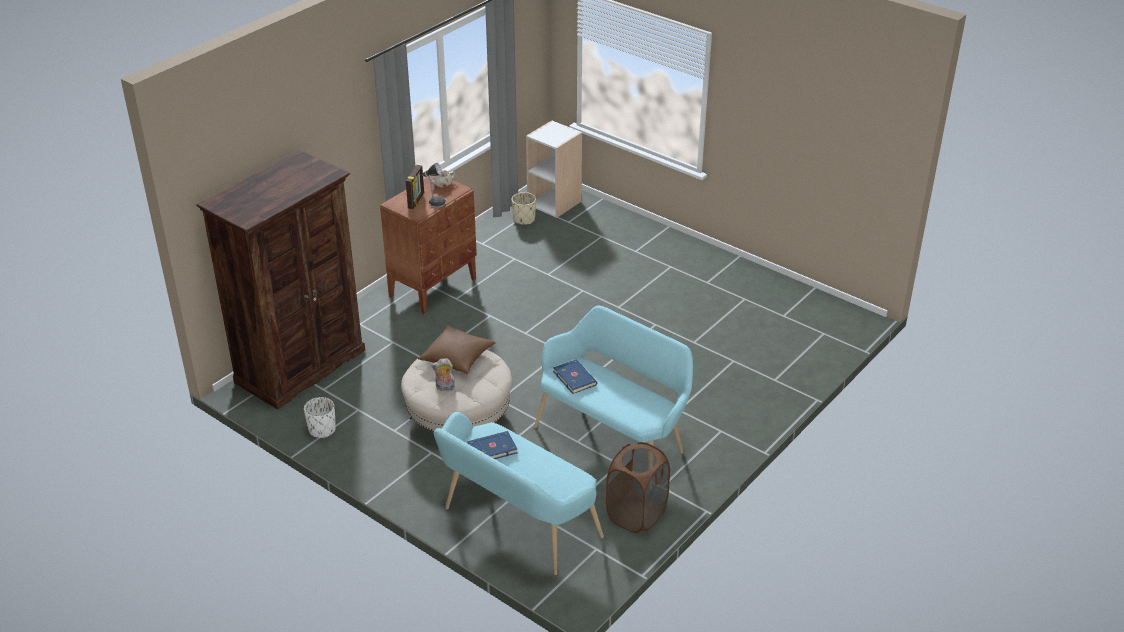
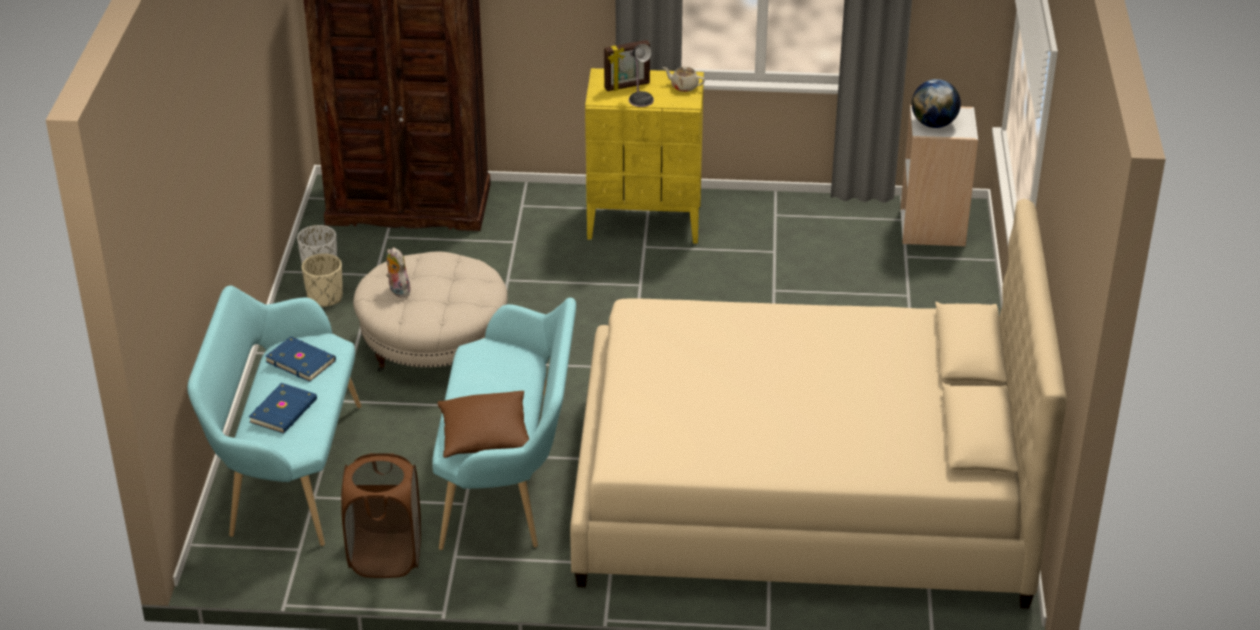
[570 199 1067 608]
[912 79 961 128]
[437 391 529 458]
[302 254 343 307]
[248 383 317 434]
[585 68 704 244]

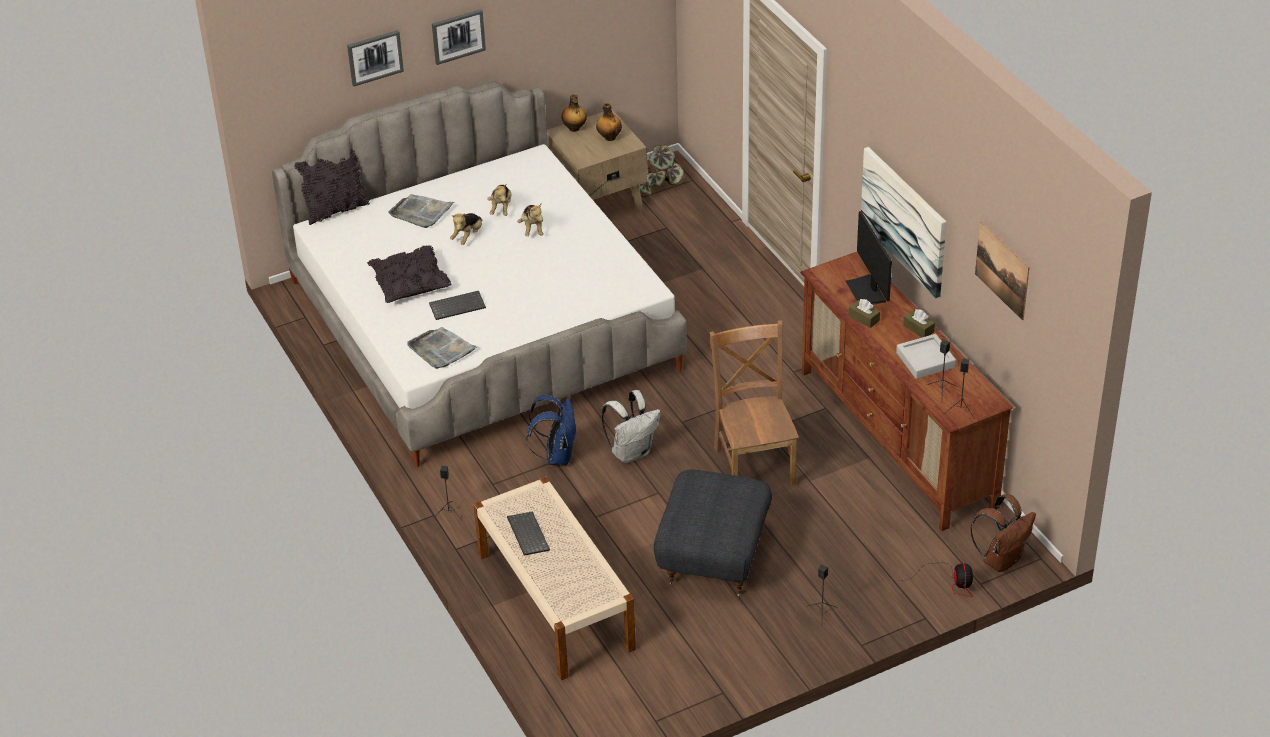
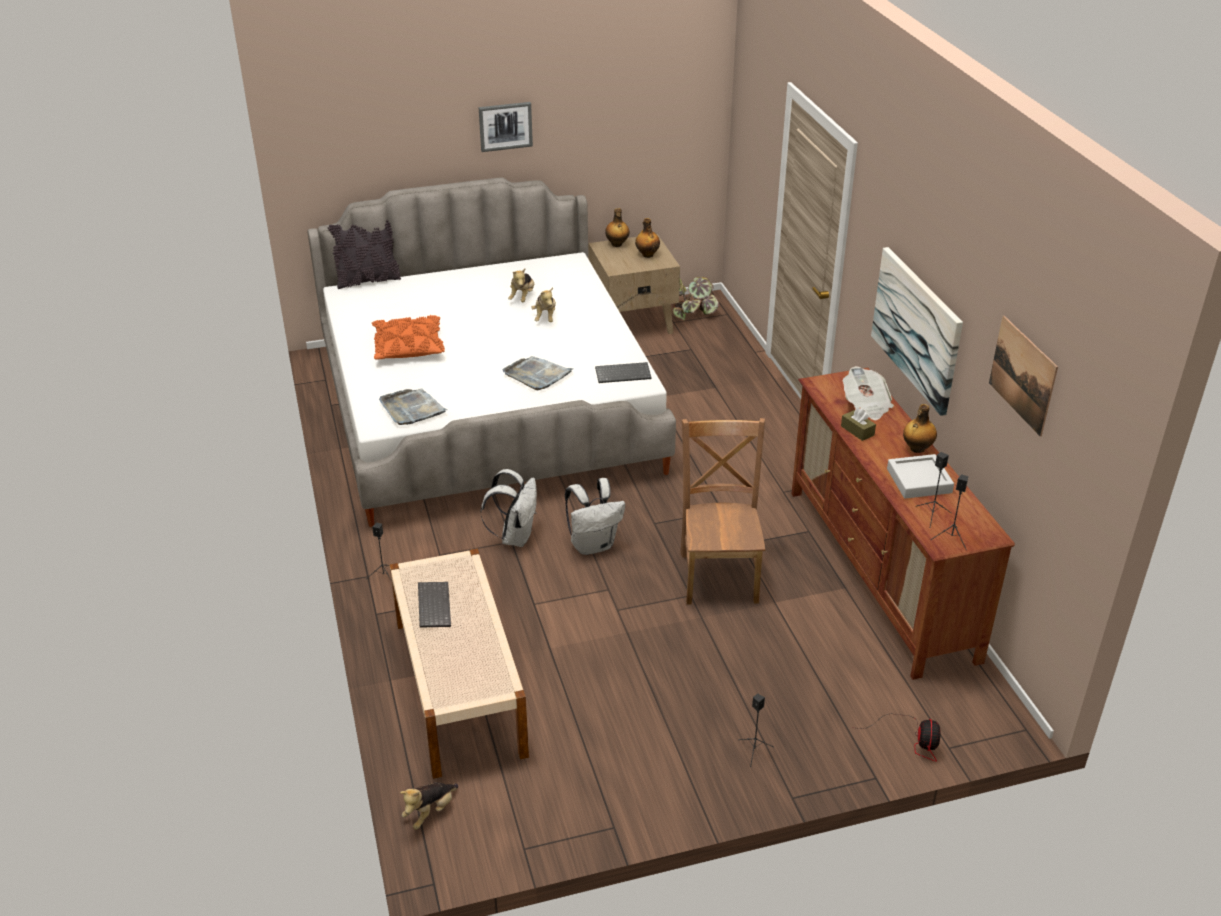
[347 30 404 86] (first image)
[654 469 772 597] (first image)
[970 494 1036 572] (first image)
[502 356 573 390]
[595 362 652 383]
[400 782 458 829]
[843 366 894 420]
[903 404 937 453]
[372 315 445 360]
[481 469 537 547]

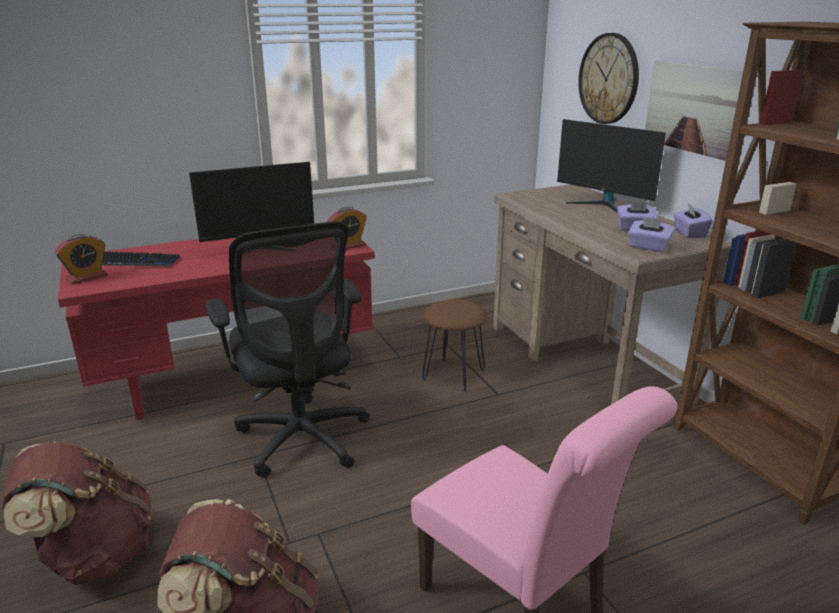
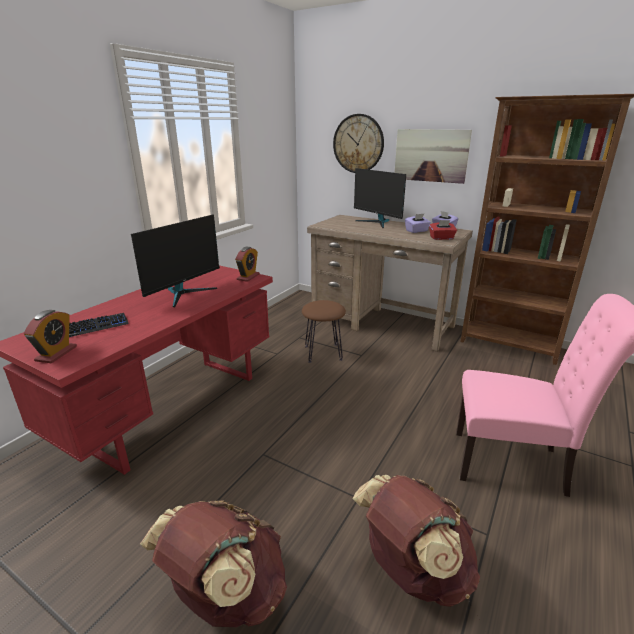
[206 222 370 478] (first image)
[429 220 457 240]
[354 168 406 228]

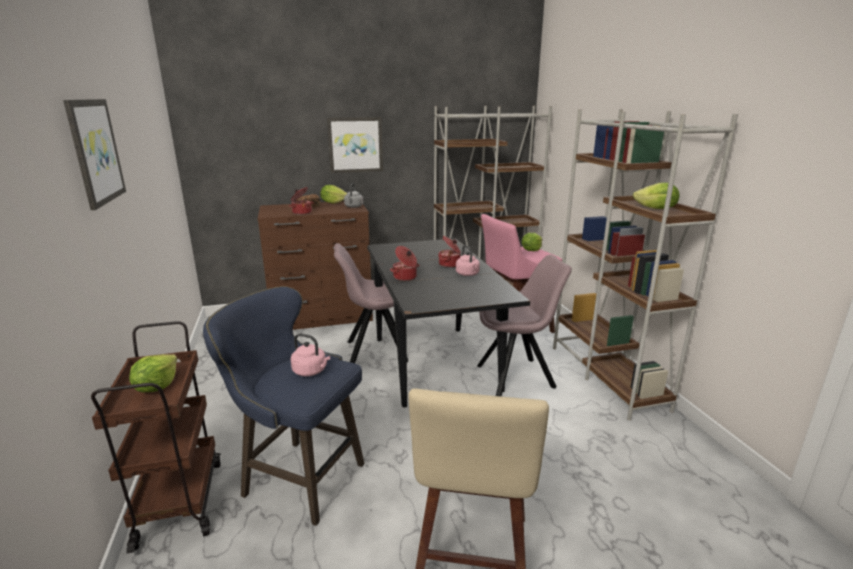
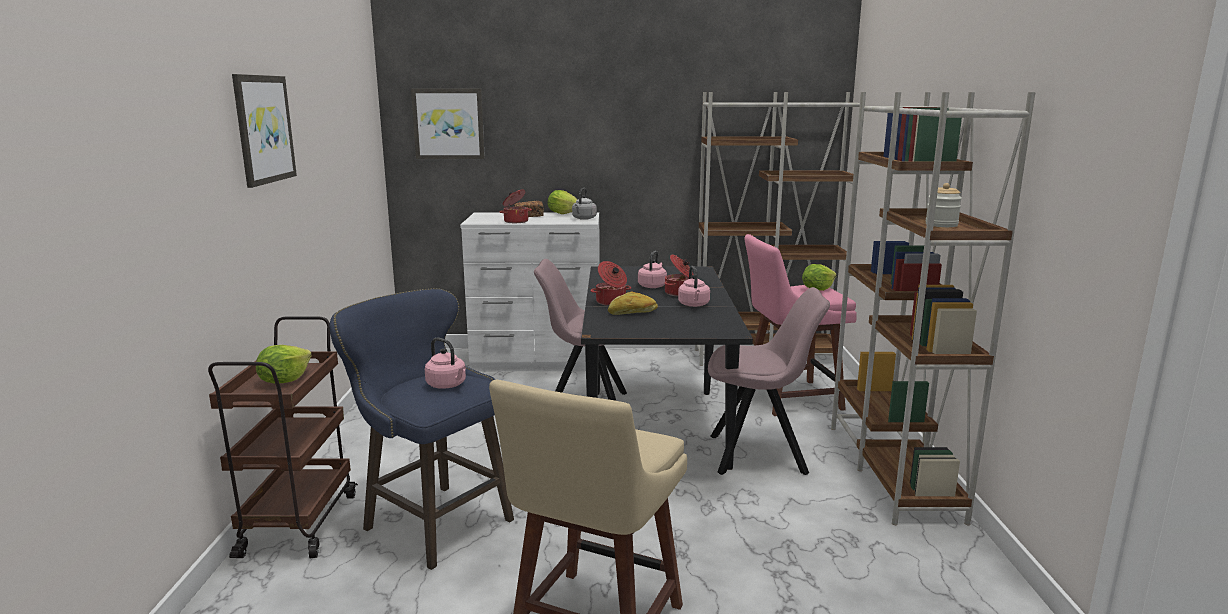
[608 291 658 315]
[638 251 667 288]
[411 88 485 159]
[925 183 962 227]
[460 212 600 371]

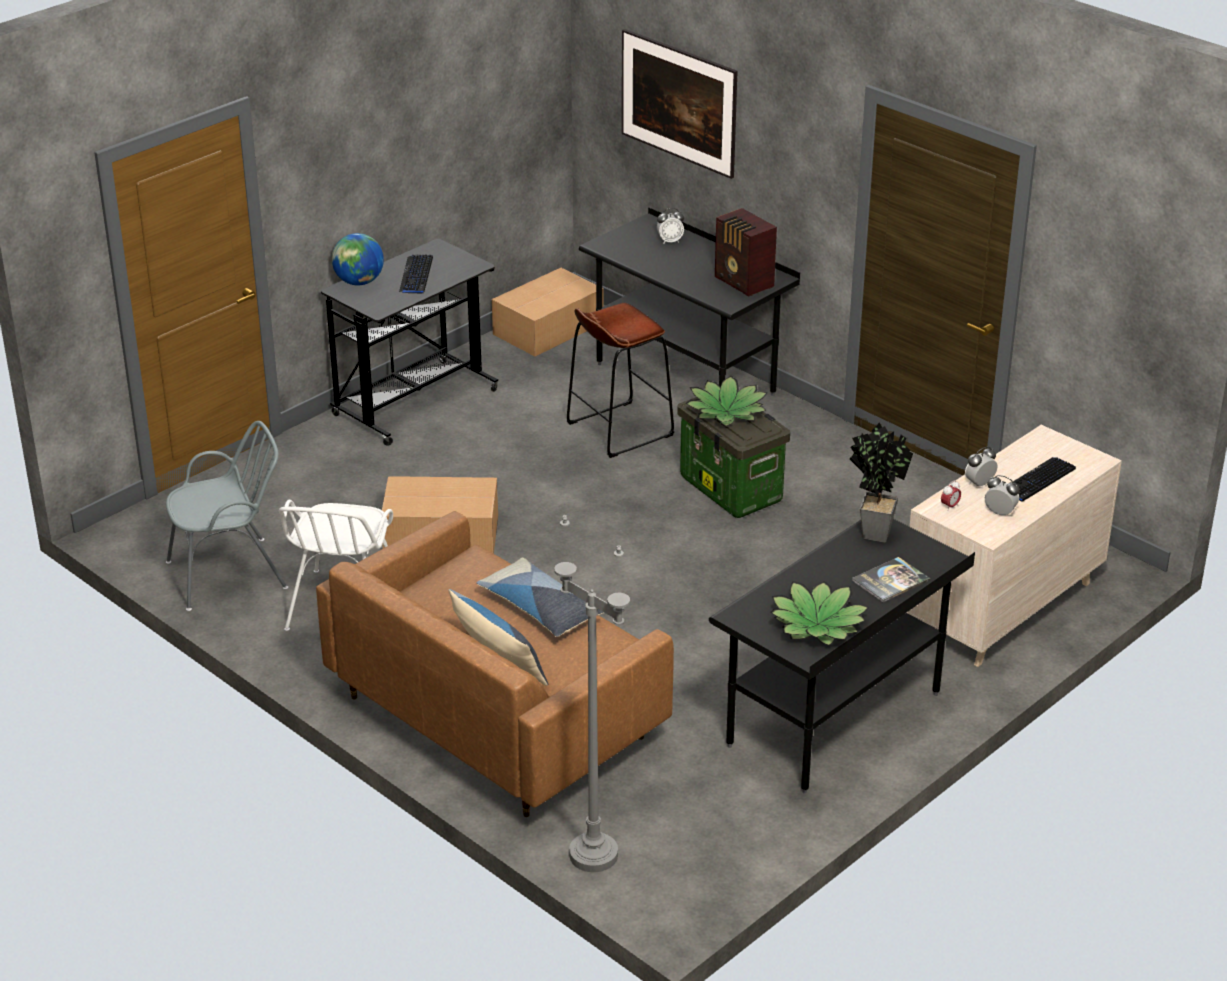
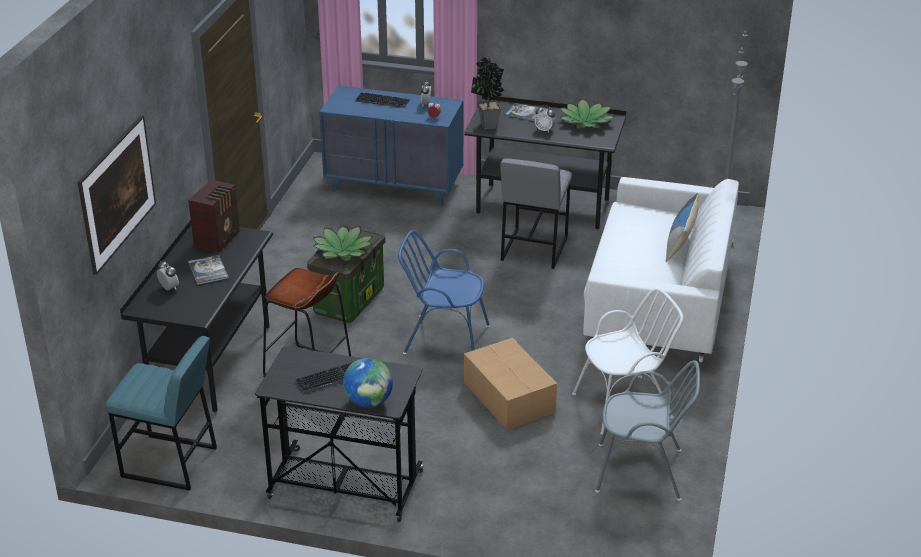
[477 558 604 637] (first image)
[188 255 229 285]
[398 230 490 354]
[500 158 572 269]
[535 105 556 132]
[106 336 217 491]
[583 177 739 362]
[319 86 463 206]
[595 360 700 501]

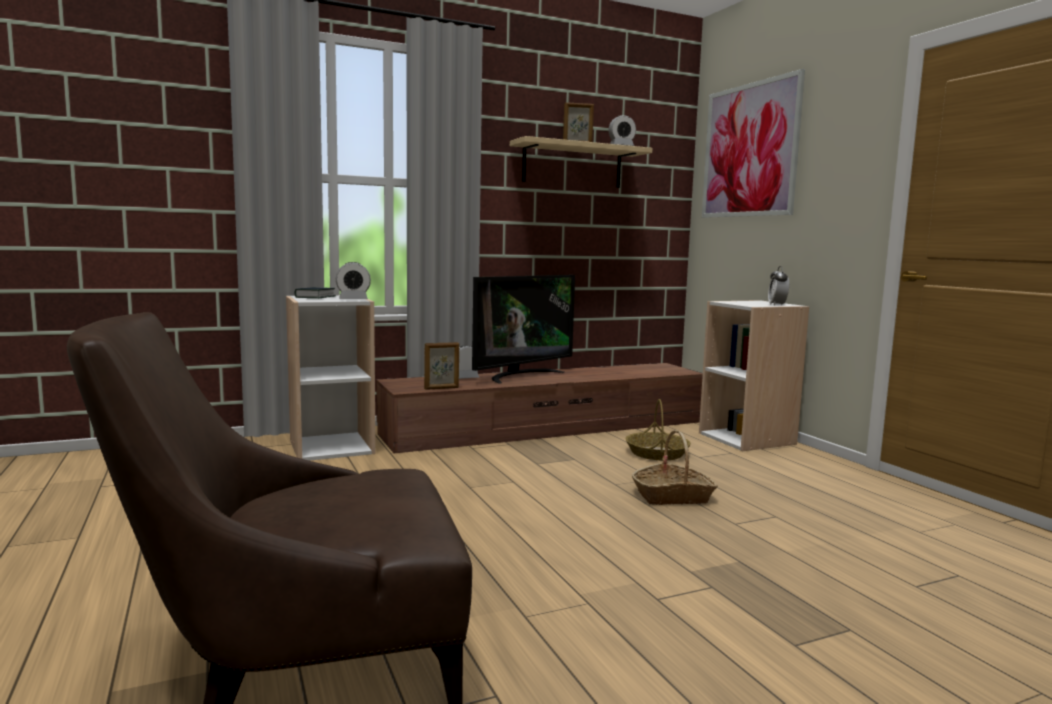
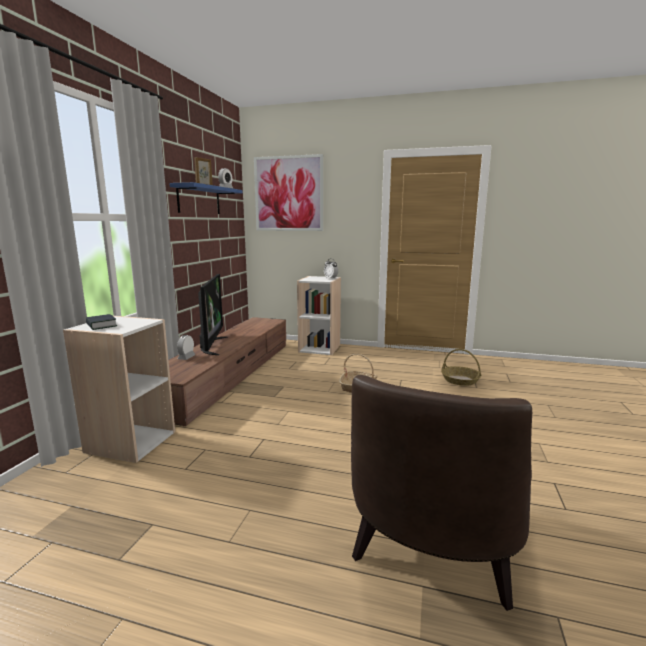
[336 262 371 299] (first image)
[424 342 459 390] (first image)
[441 349 481 386]
[169 182 243 214]

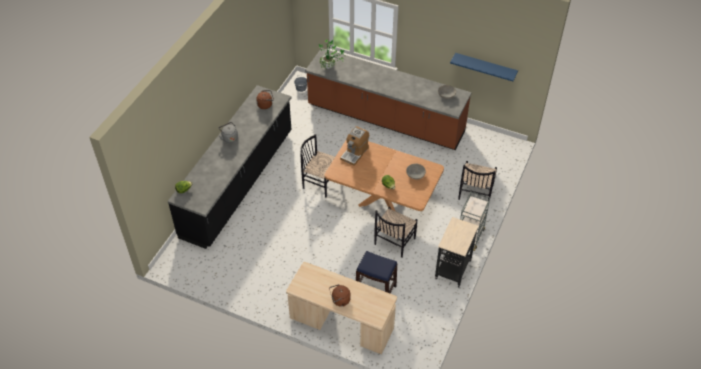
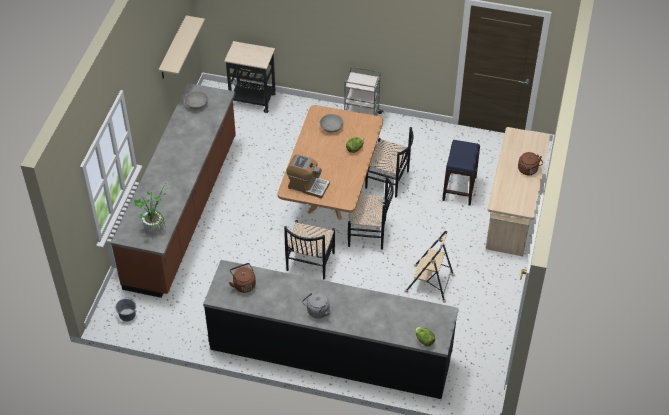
[404 231 455 303]
[224 41 276 113]
[348 176 394 250]
[158 16 205 79]

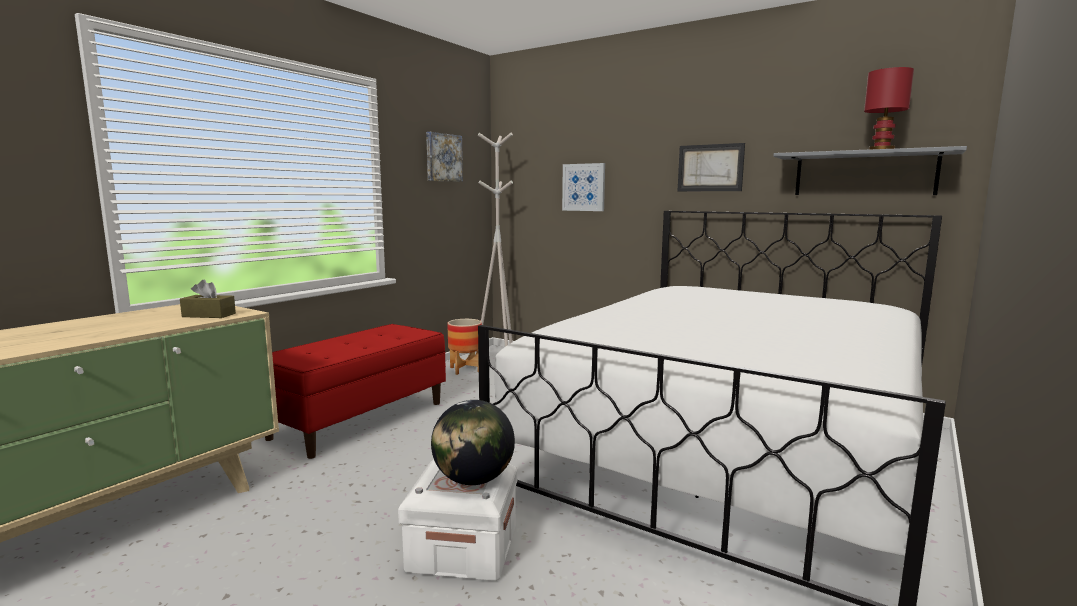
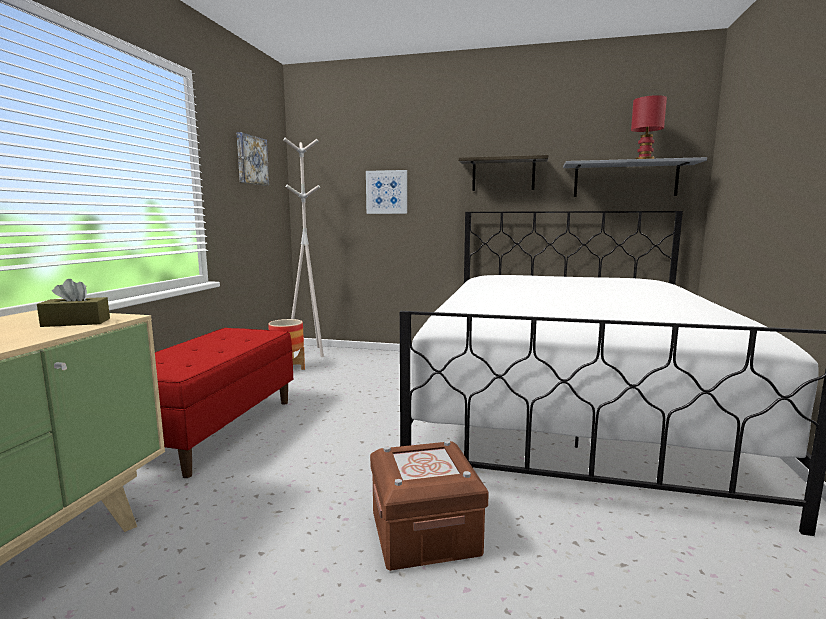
[431 400 515 485] (first image)
[458 155 549 191]
[370 440 489 571]

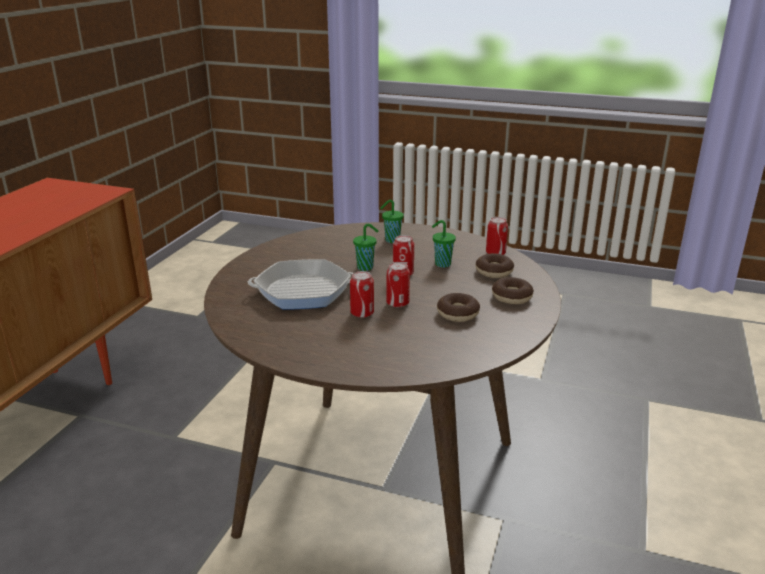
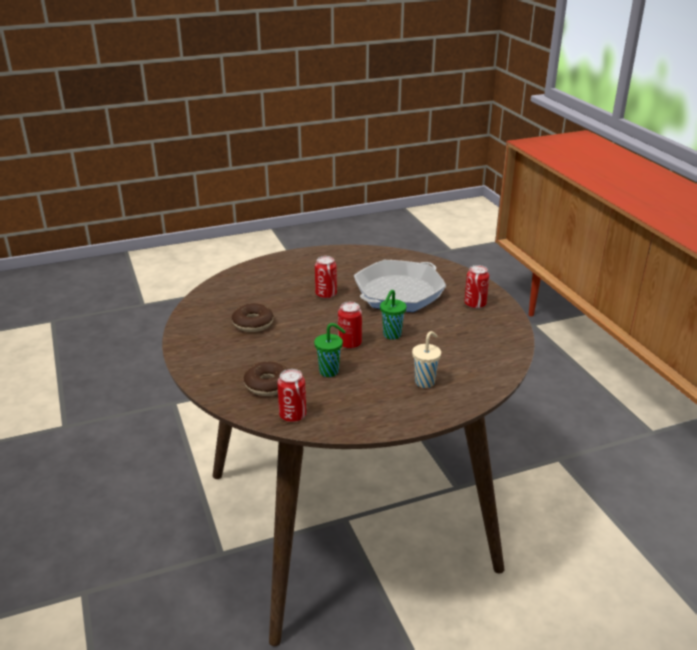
[492 277 534 304] (first image)
[464 265 489 309]
[412 331 441 388]

